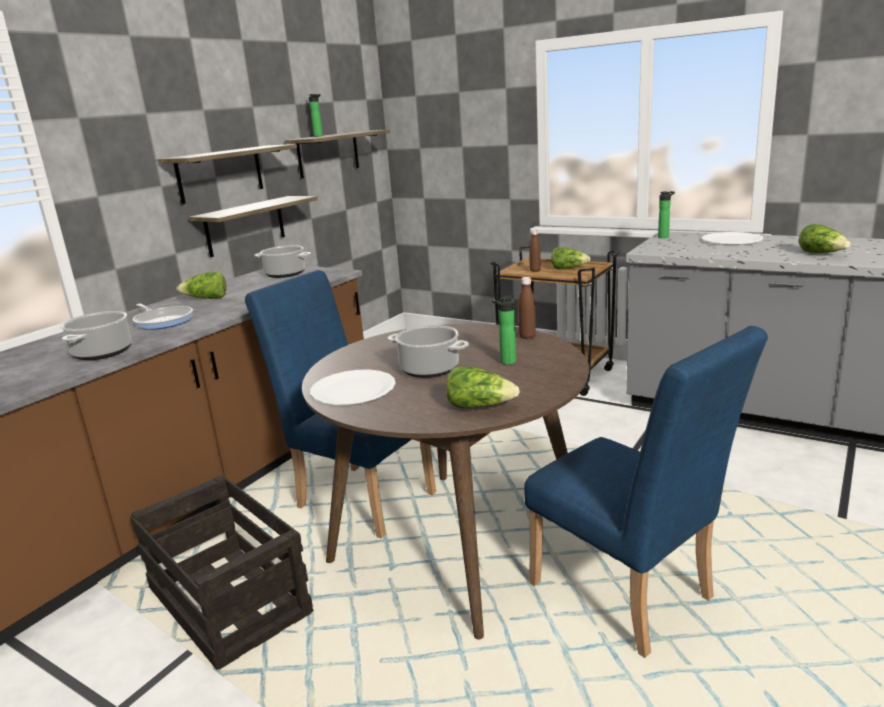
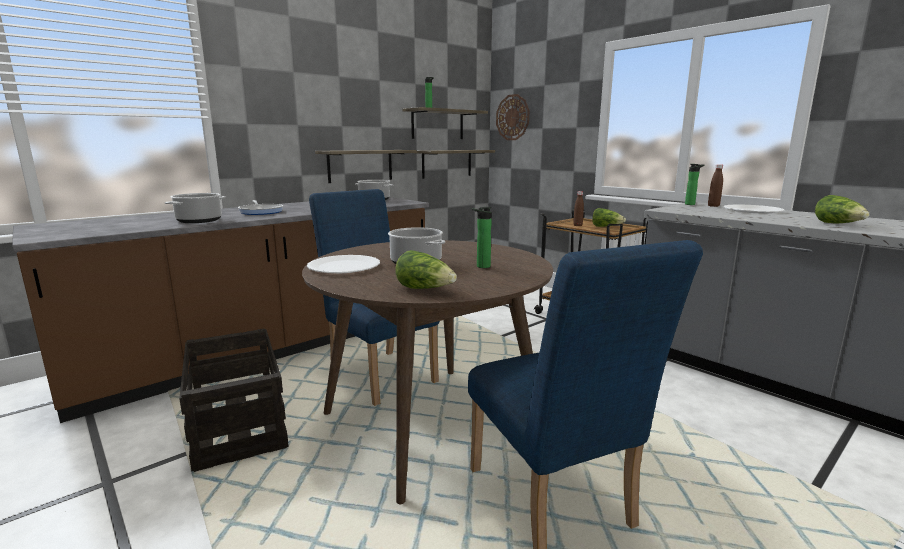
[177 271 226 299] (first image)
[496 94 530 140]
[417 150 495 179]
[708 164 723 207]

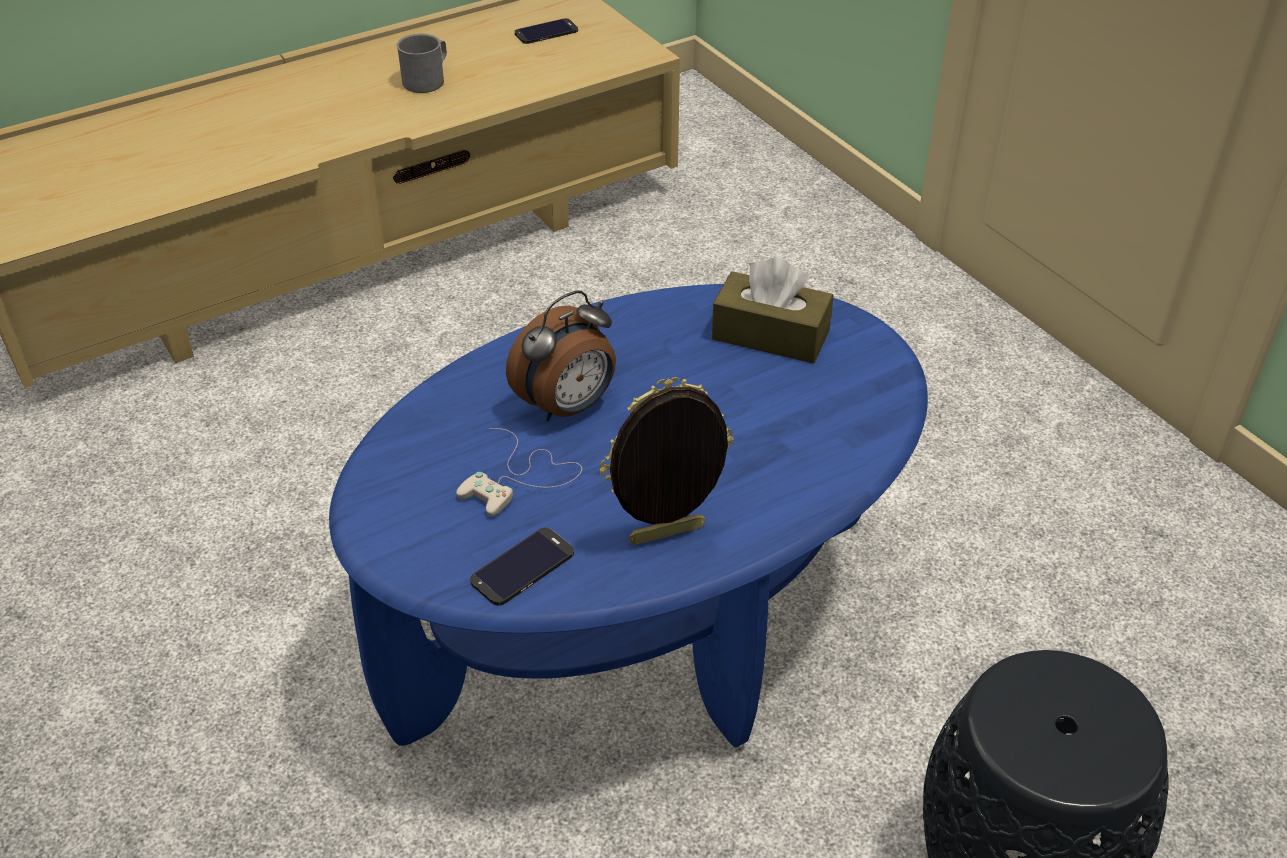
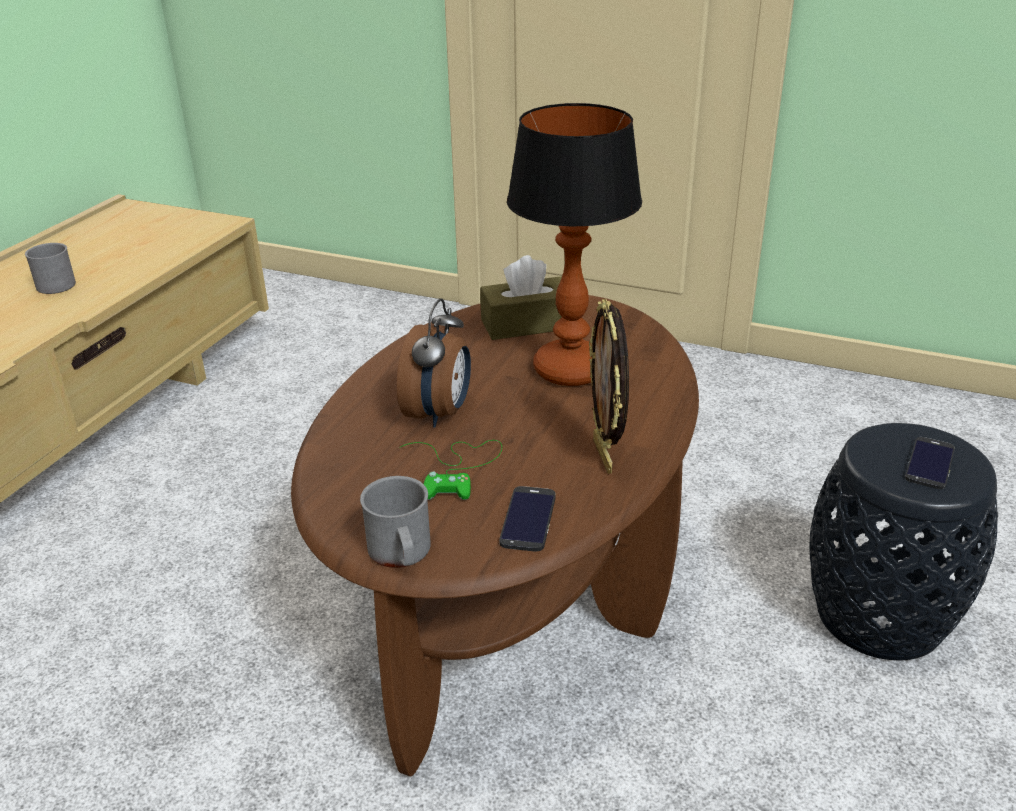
[360 476 431 568]
[507 103 642 386]
[905 437 955 489]
[291 295 699 776]
[401 440 502 500]
[589 299 629 474]

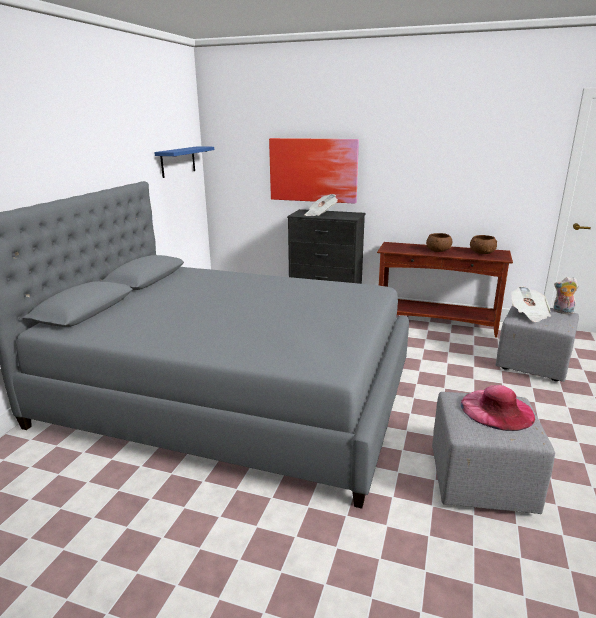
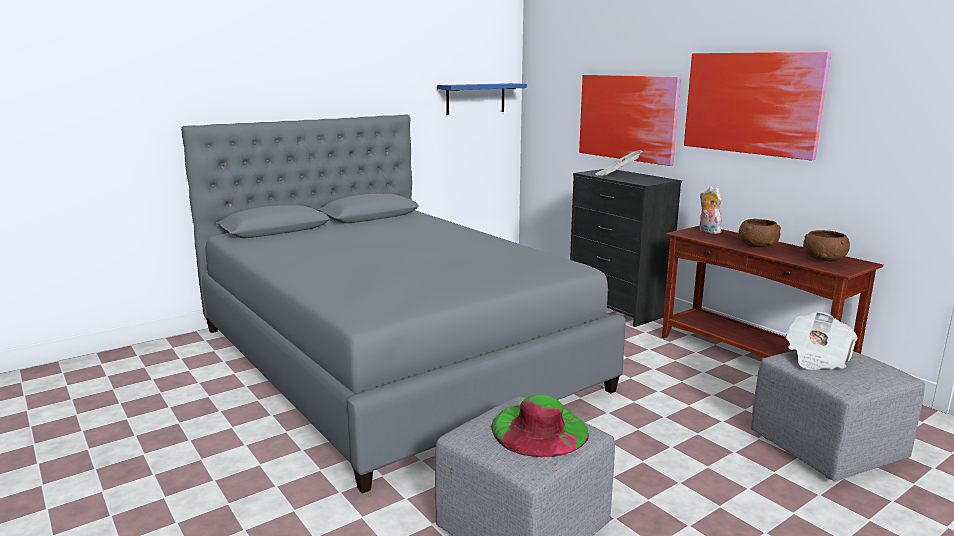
[684 52 831 161]
[699 187 721 234]
[491 395 589 457]

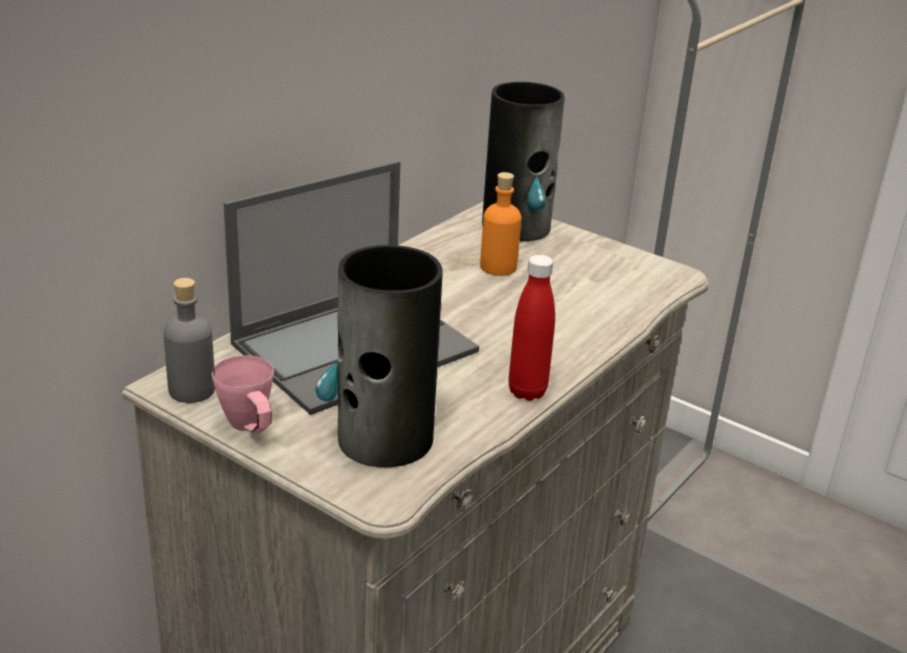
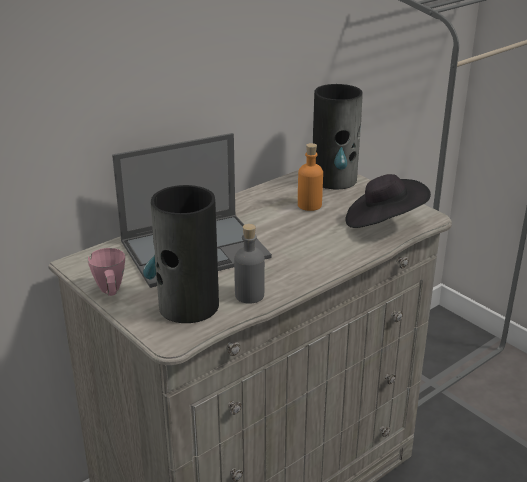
[508 255 555 401] (first image)
[345 174 431 228]
[234 224 265 304]

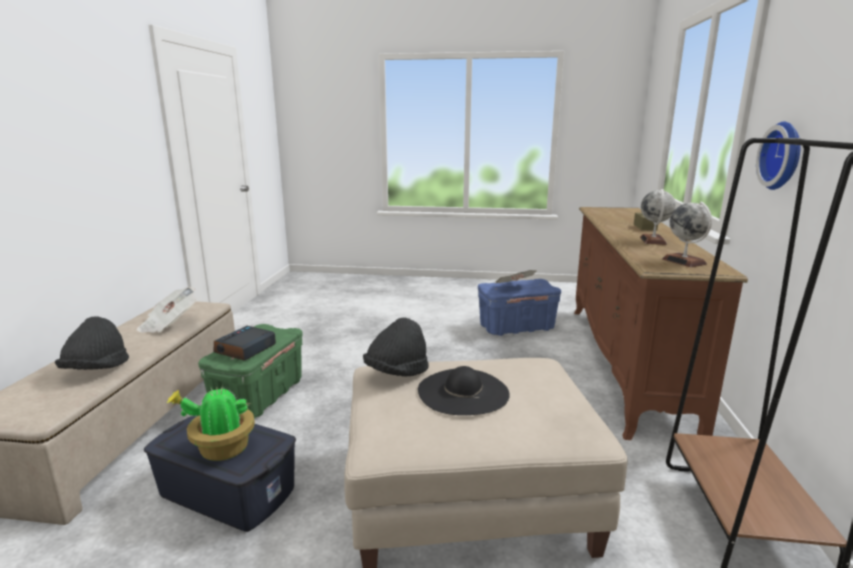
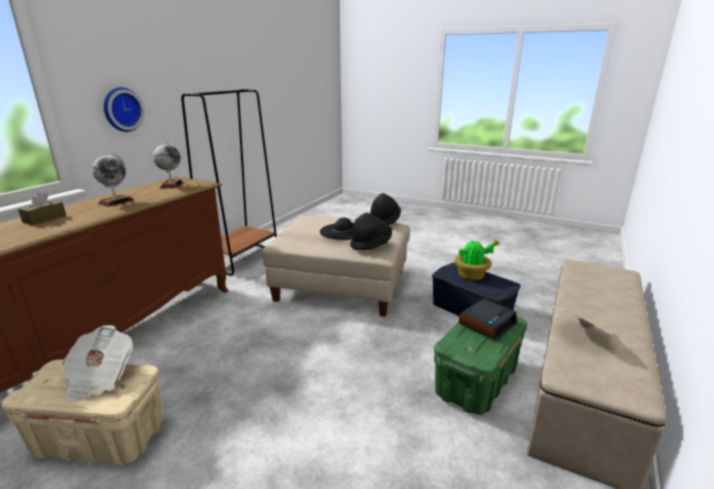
[370 193 401 225]
[2 359 162 465]

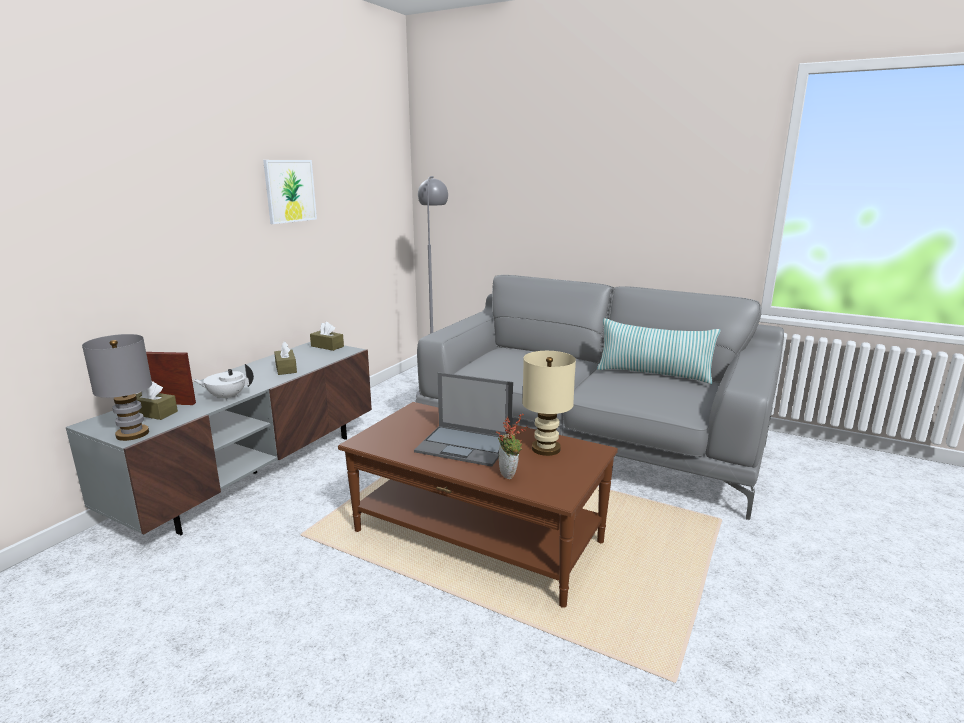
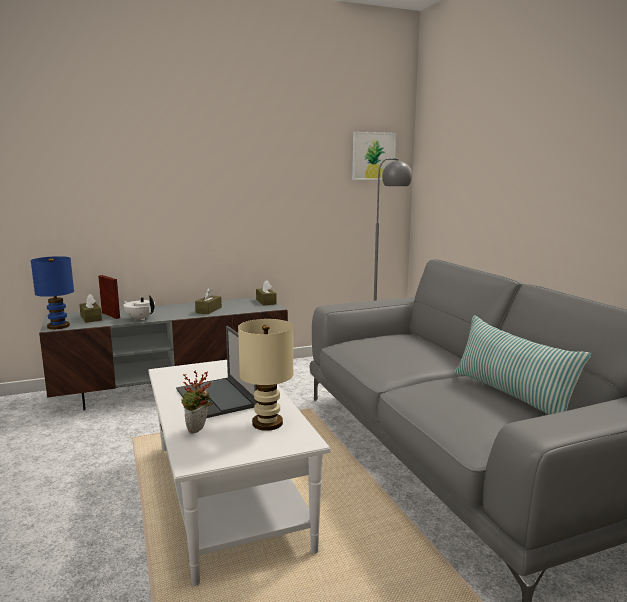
[352 132 396 180]
[31 256 74 329]
[148 360 331 586]

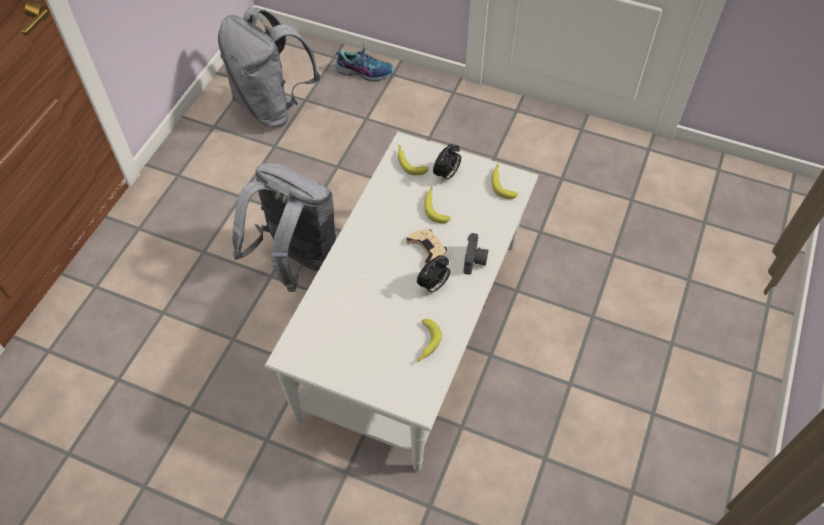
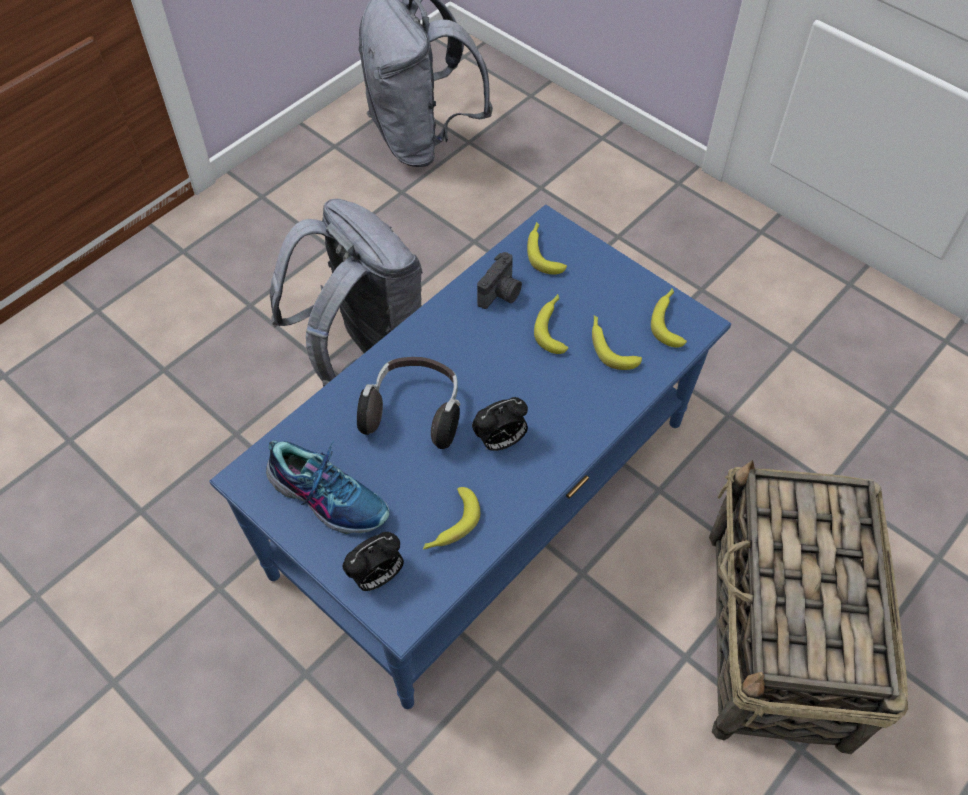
[406 229 447 265] (first image)
[357 357 460 449]
[592 315 642 370]
[709 460 908 754]
[266 440 389 534]
[343 532 404 591]
[477 252 522 309]
[209 204 731 709]

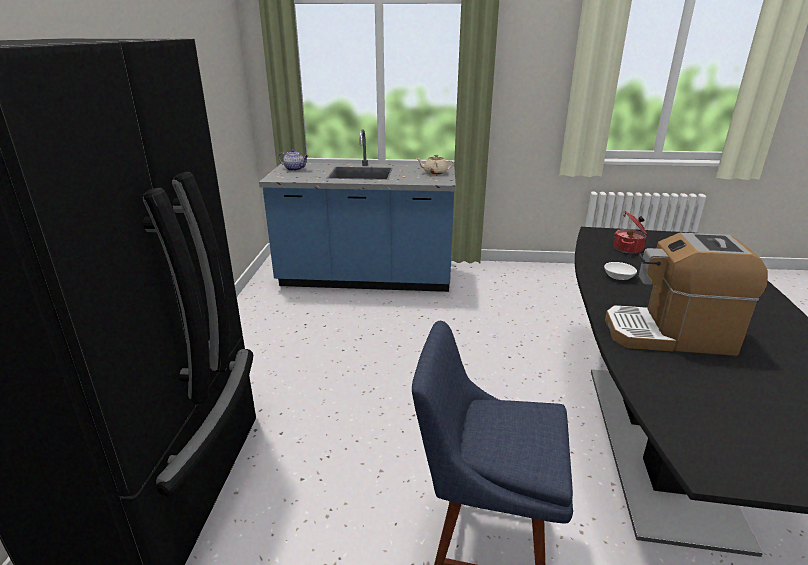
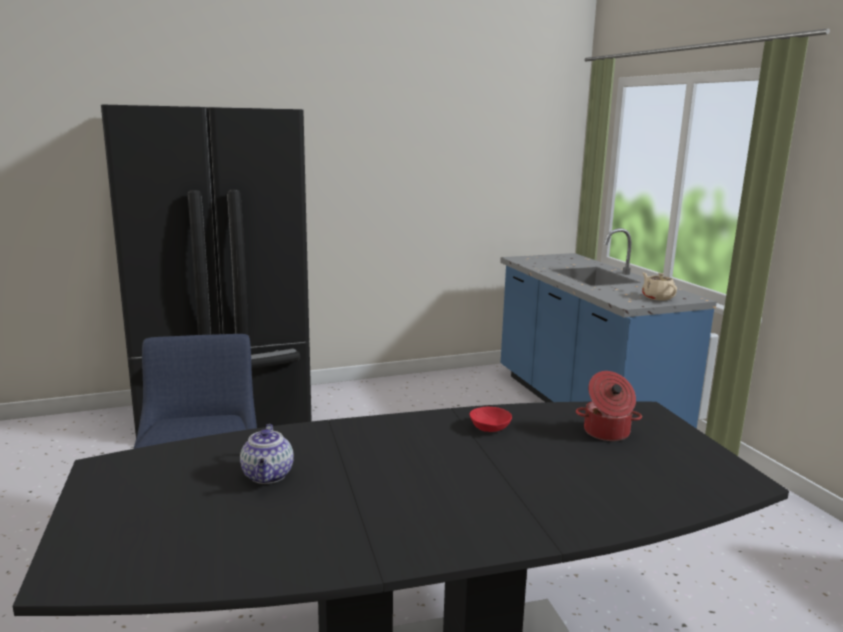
[605 233 768 356] (first image)
[240 424 294 484]
[469 407 512 432]

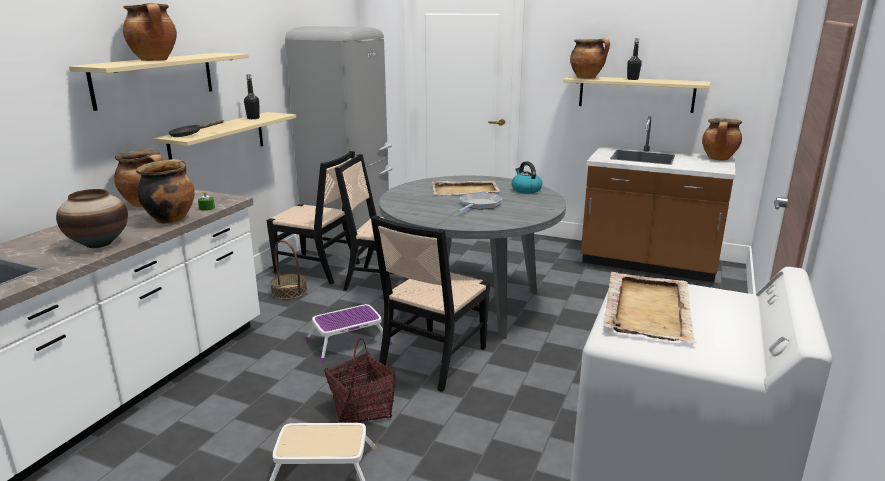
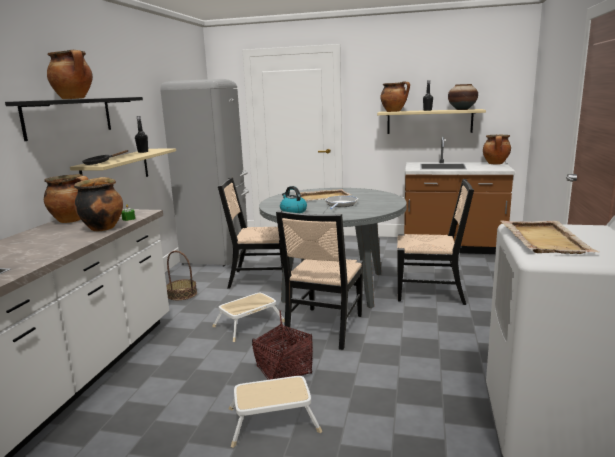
[448 84 478 110]
[397 179 474 305]
[280 186 307 213]
[5 97 143 141]
[212 293 285 342]

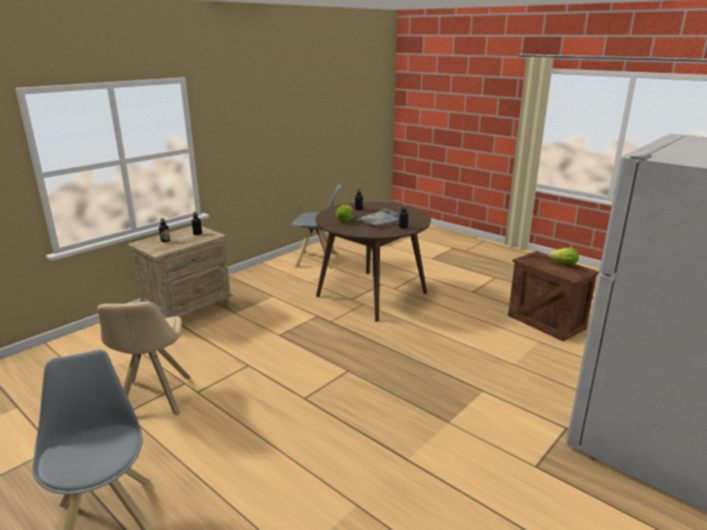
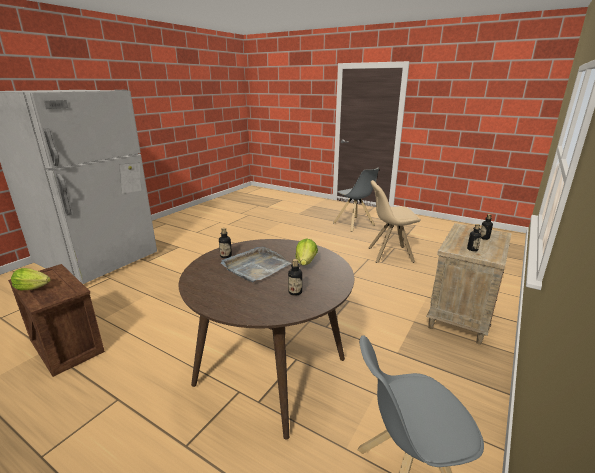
[368 180 421 263]

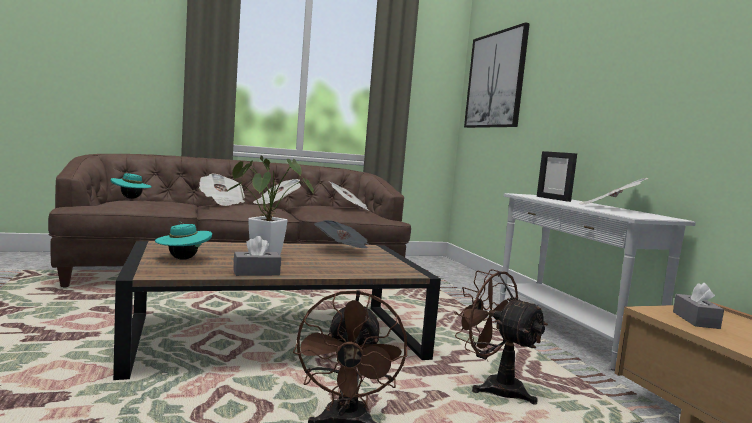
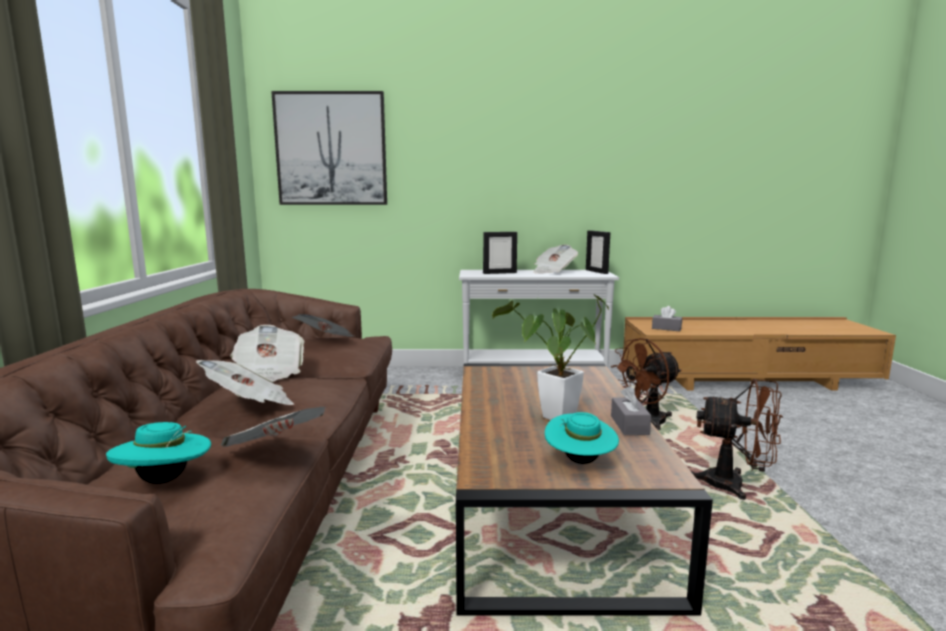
[586 231 610 274]
[221 407 326 447]

